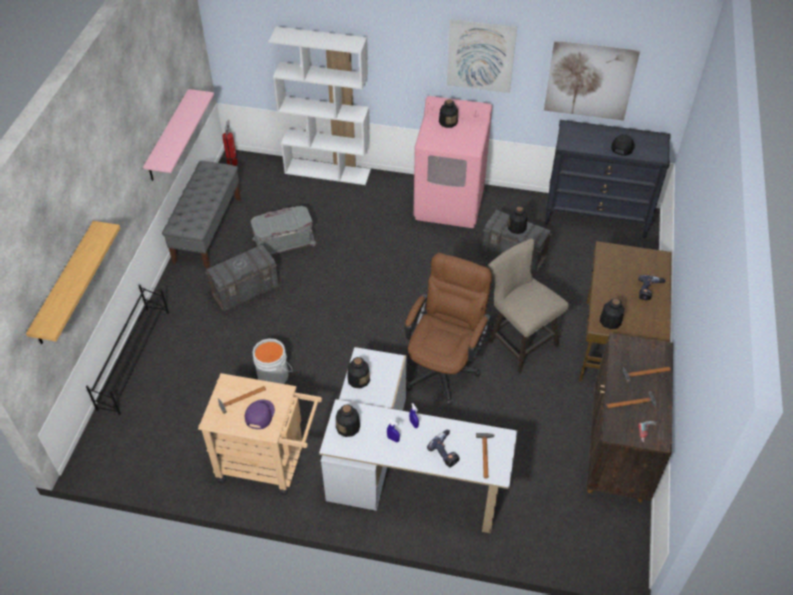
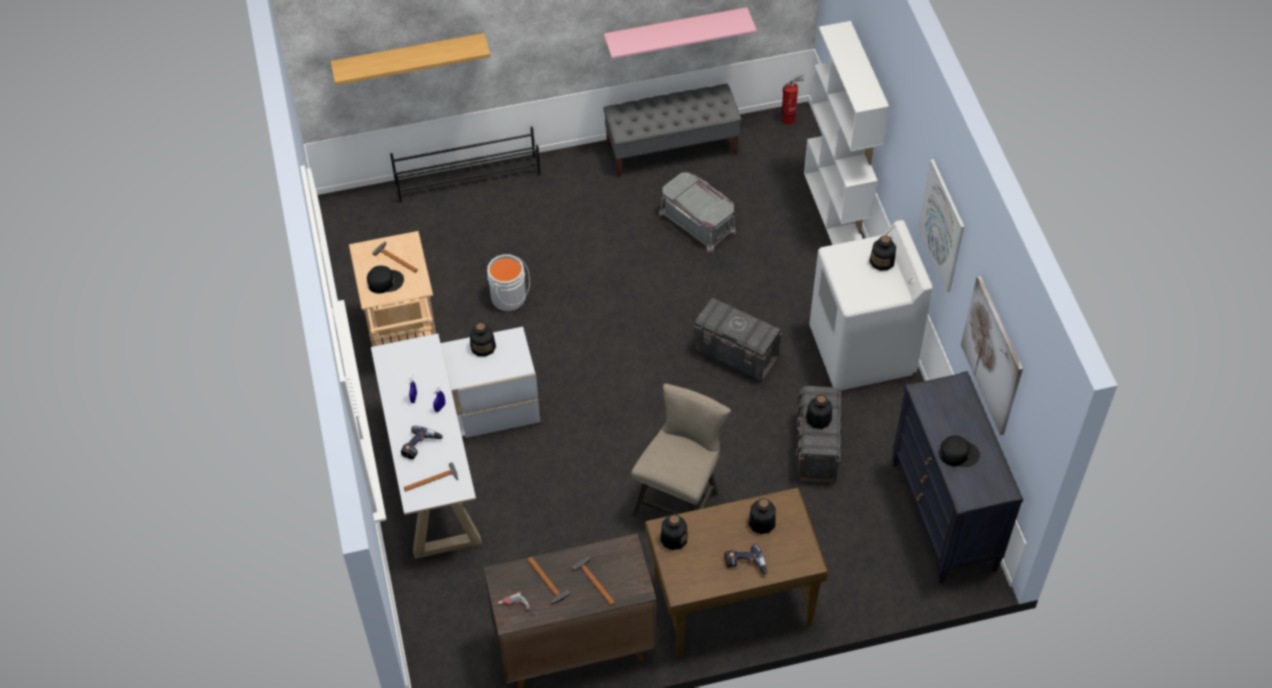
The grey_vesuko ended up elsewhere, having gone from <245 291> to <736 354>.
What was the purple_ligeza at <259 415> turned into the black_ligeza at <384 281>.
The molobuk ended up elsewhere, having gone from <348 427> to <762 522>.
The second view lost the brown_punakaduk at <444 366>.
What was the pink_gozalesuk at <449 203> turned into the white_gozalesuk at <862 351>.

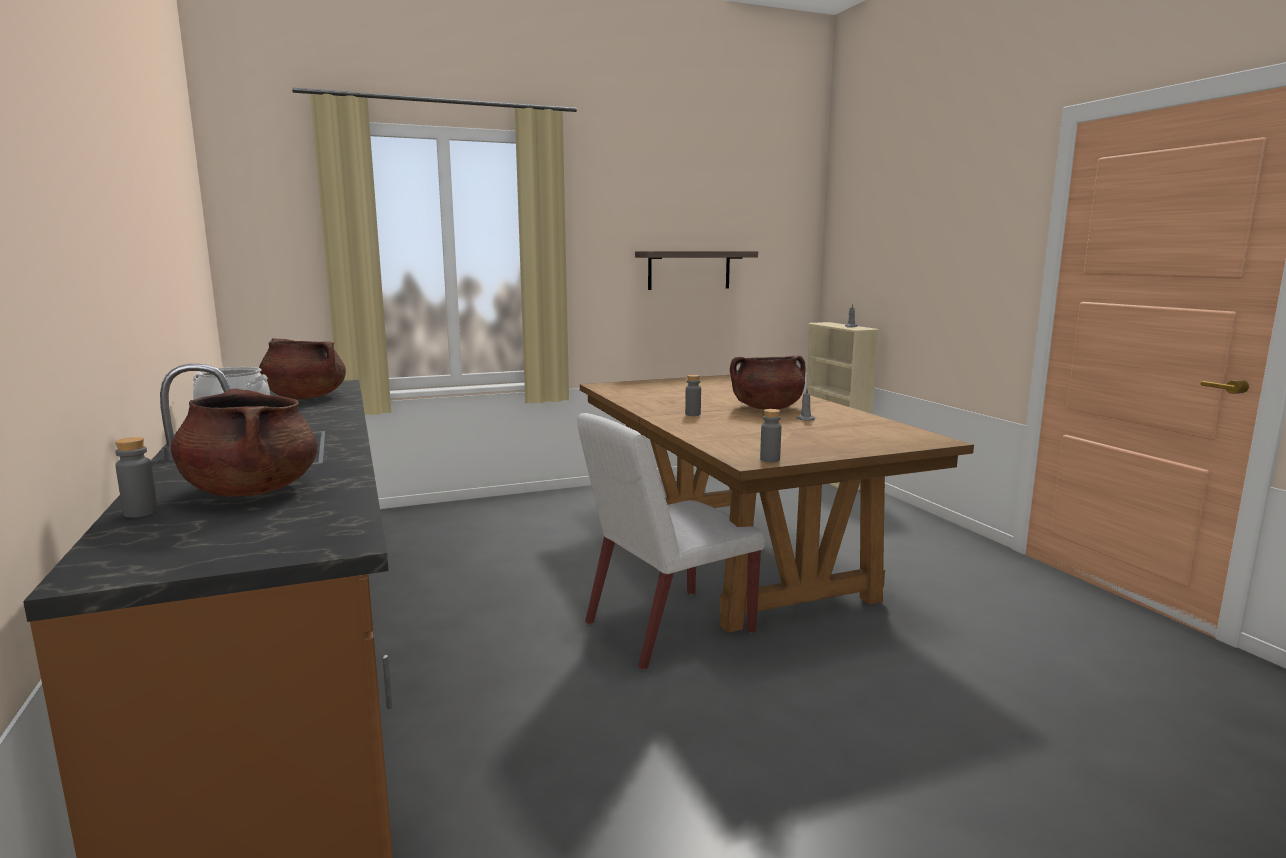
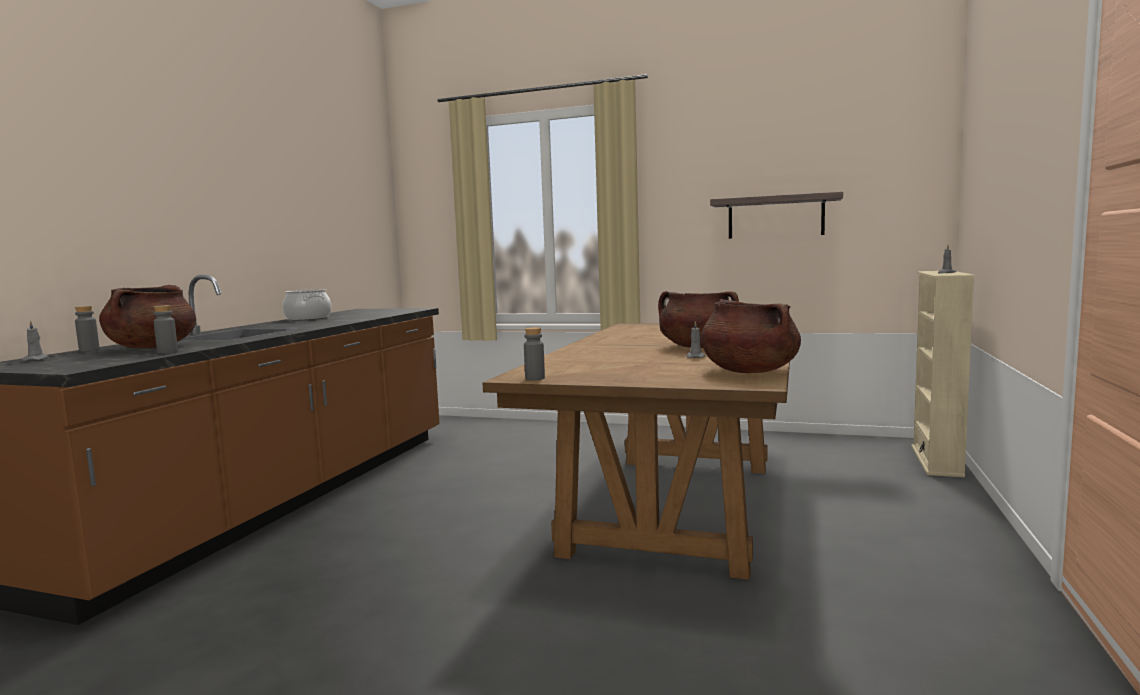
The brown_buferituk ended up elsewhere, having gone from <305 397> to <748 371>.
The second view lost the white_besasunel at <667 628>.
The grey_molobuk ended up elsewhere, having gone from <693 414> to <167 352>.
The second view gained the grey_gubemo at <36 359>.

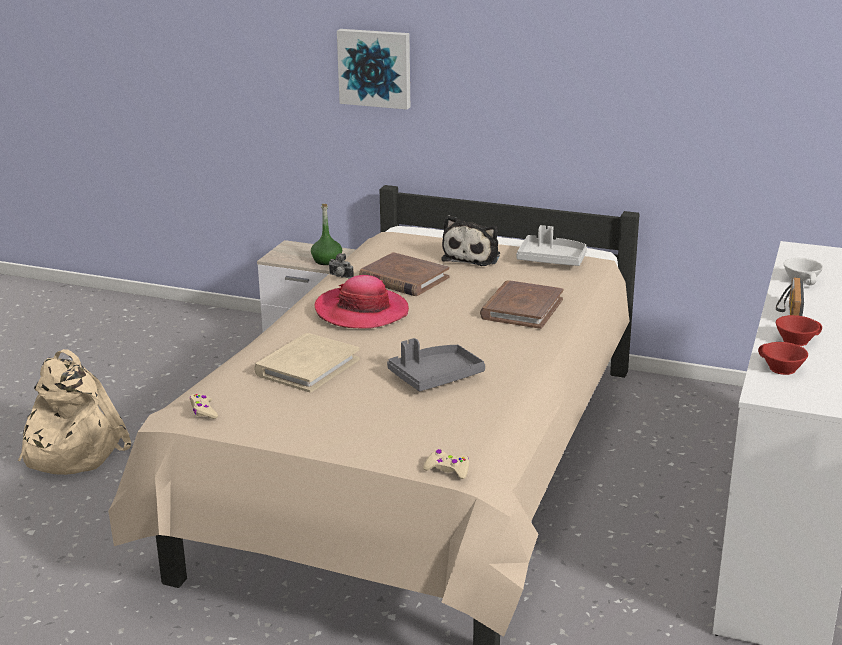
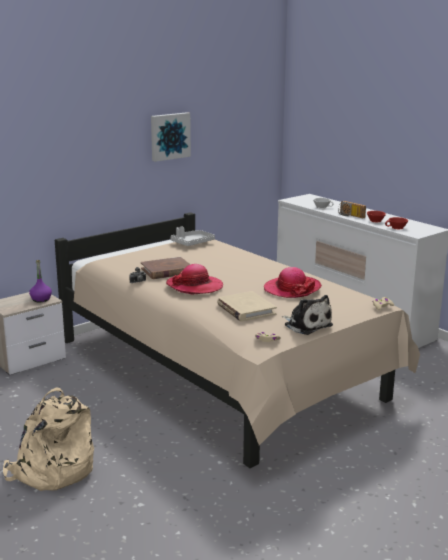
What was the green_molobuk at <327 261> turned into the purple_molobuk at <41 299>.
The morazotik ended up elsewhere, having gone from <375 68> to <169 136>.
Where the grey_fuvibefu stood at <435 377>, the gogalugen came to stand at <292 289>.
The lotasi ended up elsewhere, having gone from <473 256> to <306 325>.
The second view lost the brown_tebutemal at <522 309>.

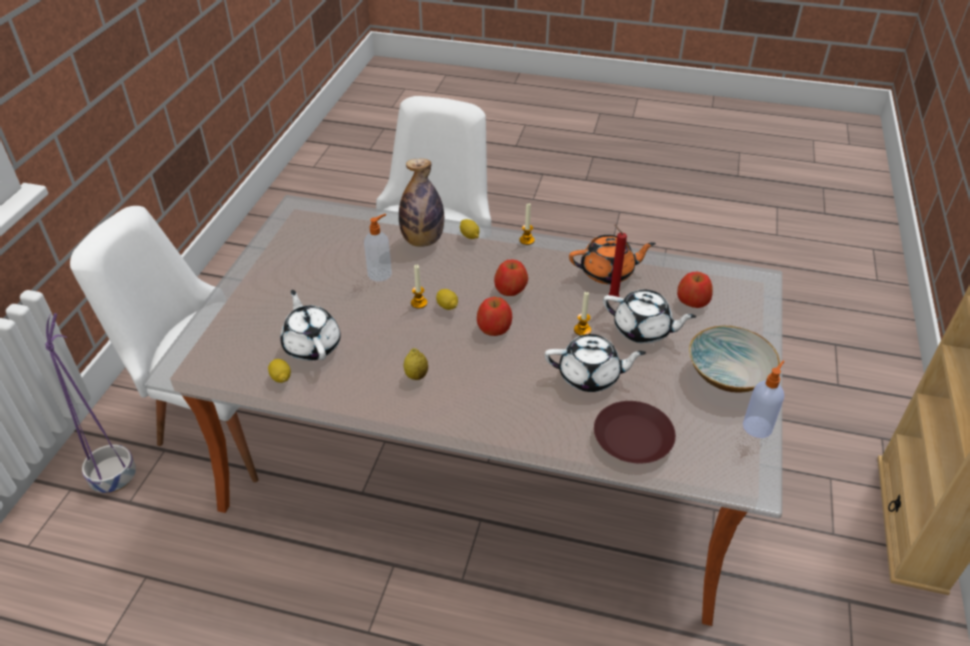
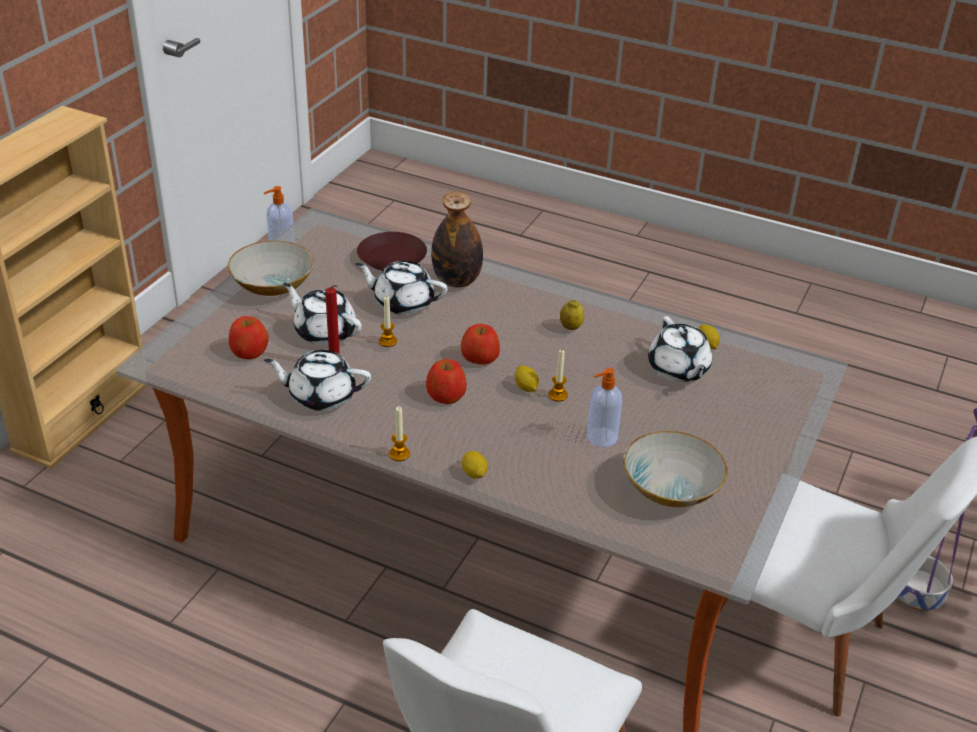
The molobuk ended up elsewhere, having gone from <422 240> to <456 281>.
What was the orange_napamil at <608 272> turned into the white_napamil at <321 396>.
The second view gained the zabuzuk at <669 488>.

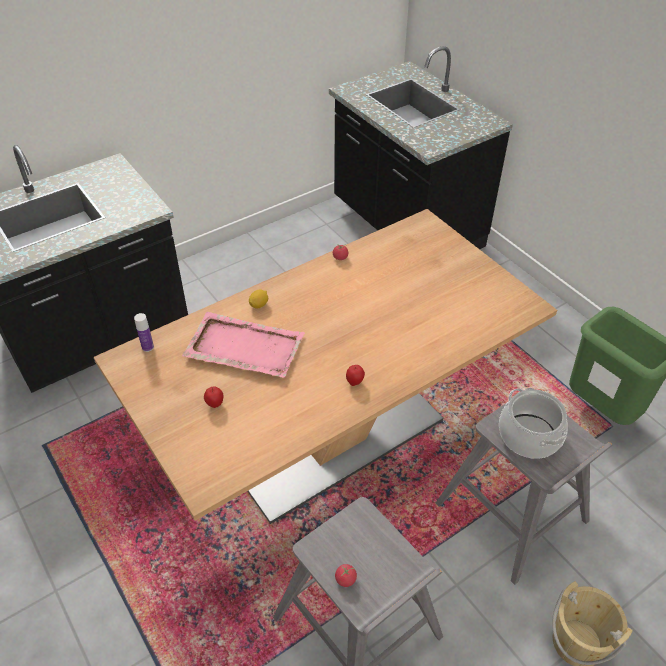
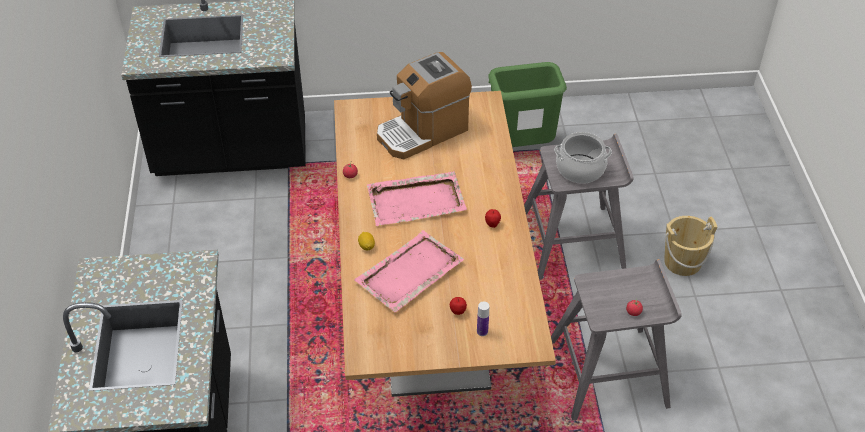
The molobuk ended up elsewhere, having gone from <147 347> to <482 331>.
The second view gained the pink_fuvibefu at <417 201>.
The second view gained the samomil at <422 131>.

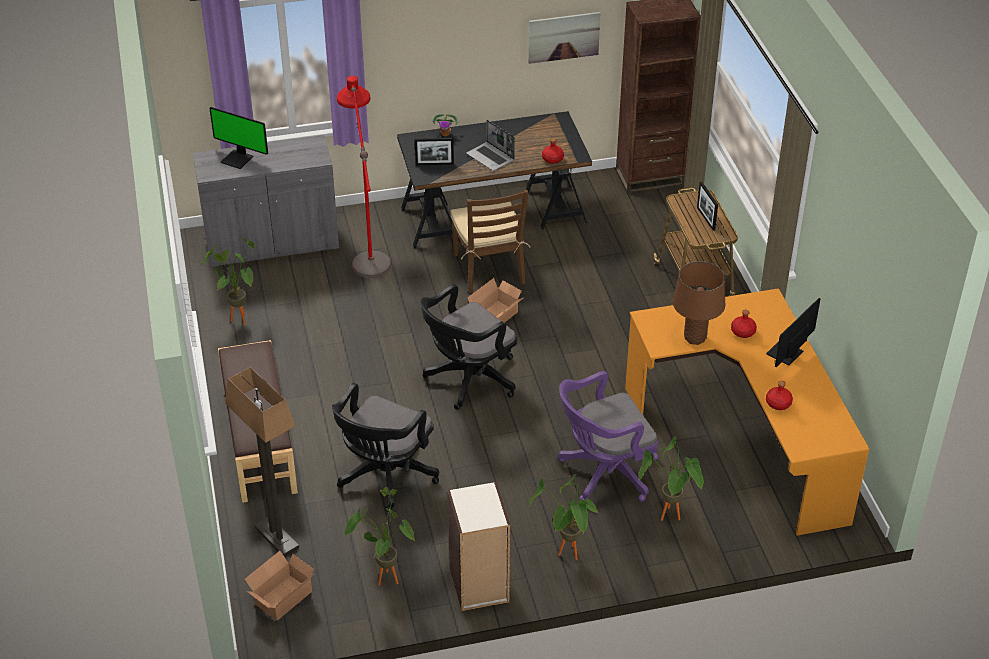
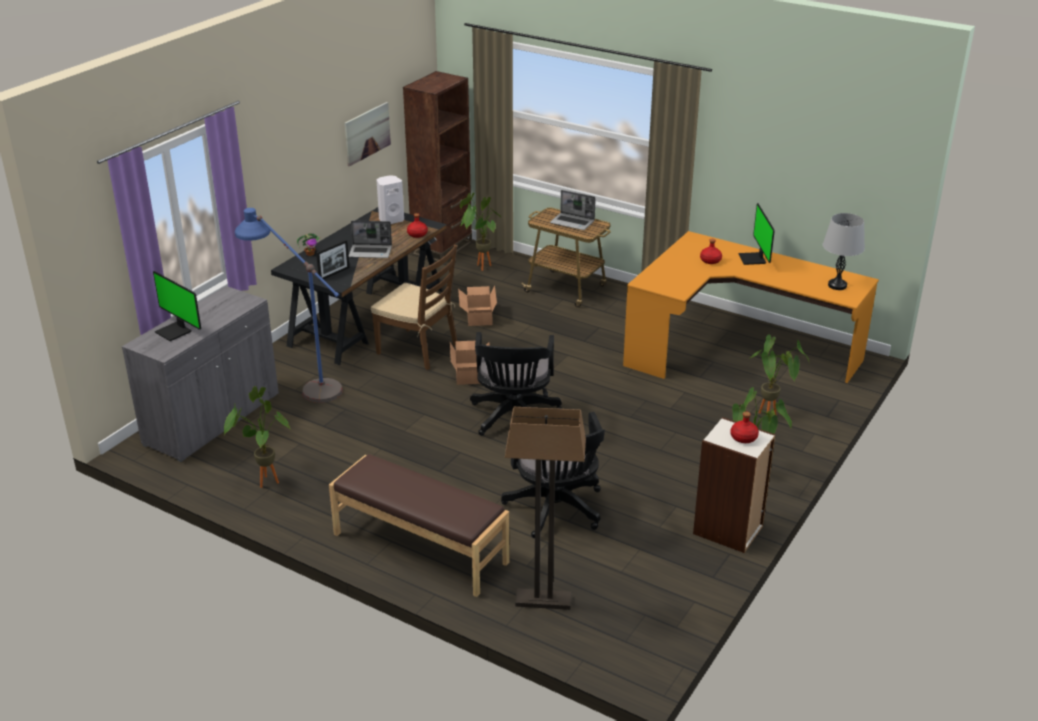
The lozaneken at <238 159> ended up facing another way, 60 degrees clockwise from before.
The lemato ended up elsewhere, having gone from <281 597> to <477 317>.
What was the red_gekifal at <367 248> turned into the blue_gekifal at <301 382>.
The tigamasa ended up elsewhere, having gone from <383 577> to <479 267>.
The second view lost the purple_punakaduk at <603 472>.
The second view lost the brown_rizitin at <695 338>.
Where the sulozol stood at <705 218>, the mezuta came to stand at <573 222>.
The red_molobuk ended up elsewhere, having gone from <778 403> to <744 438>.
The second view gained the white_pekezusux at <390 220>.
The second view gained the grey_rizitin at <837 285>.

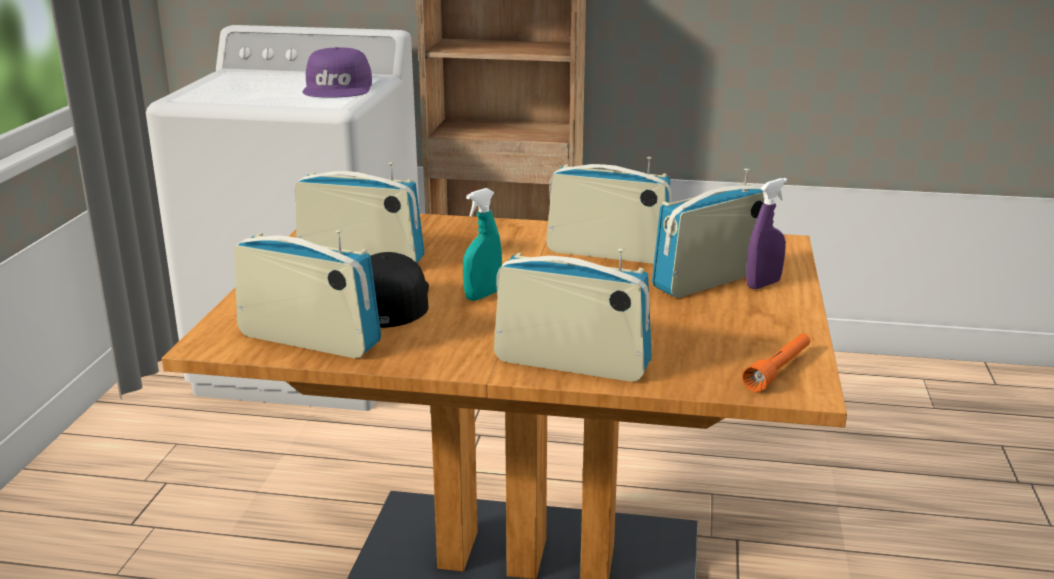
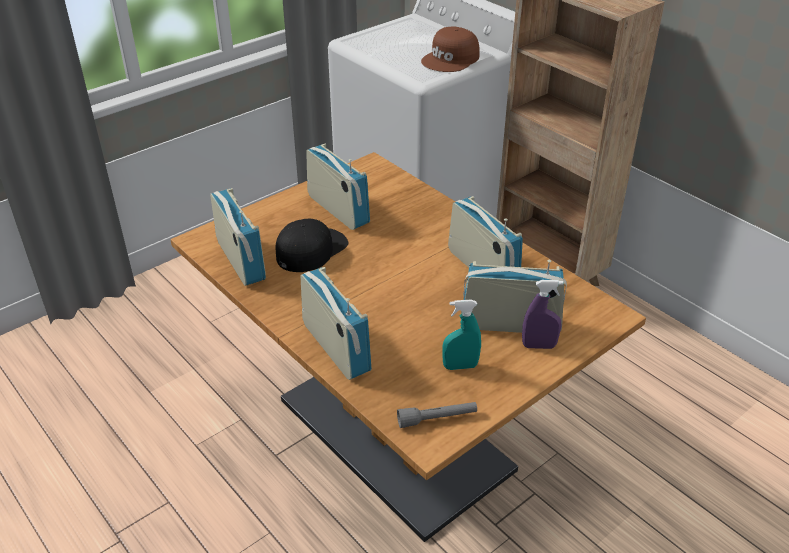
What was the purple_ligeza at <339 88> turned into the brown_ligeza at <451 59>.
The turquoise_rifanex ended up elsewhere, having gone from <483 295> to <460 366>.
What was the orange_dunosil at <778 370> turned into the grey_dunosil at <437 419>.

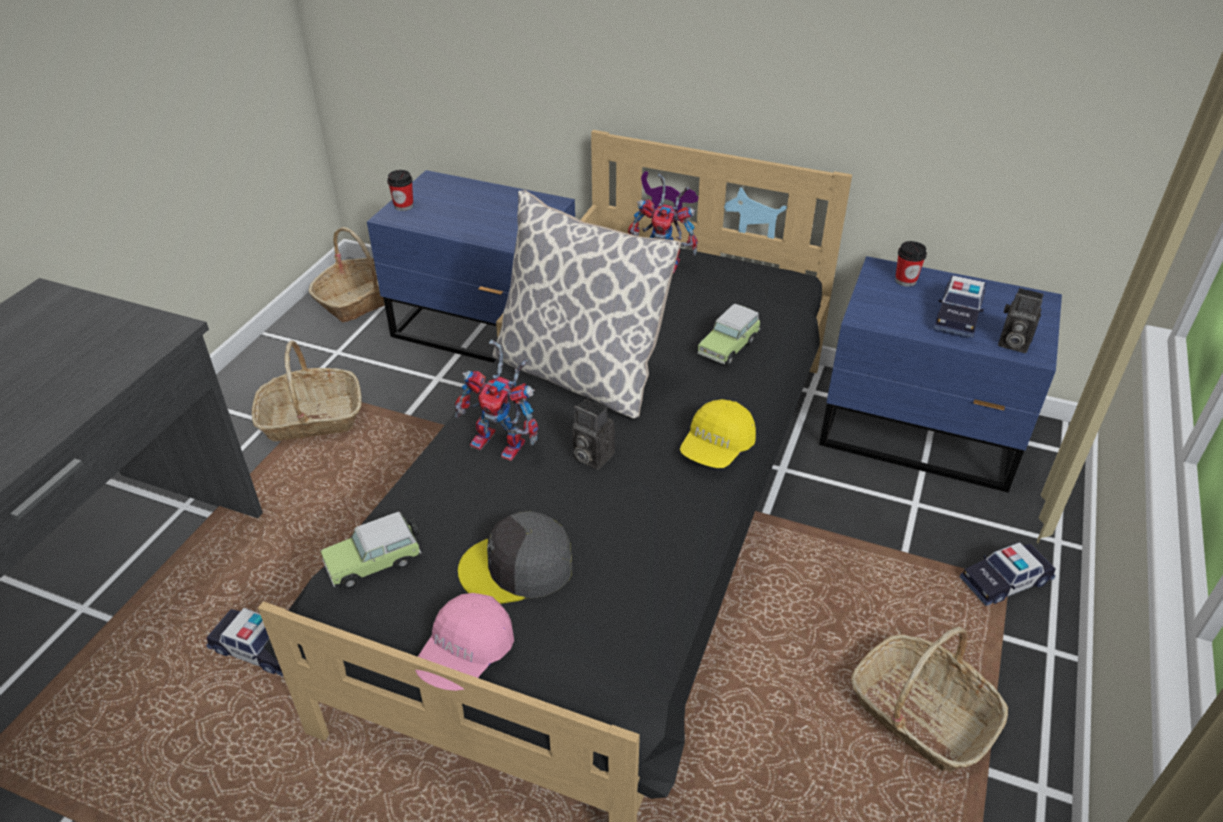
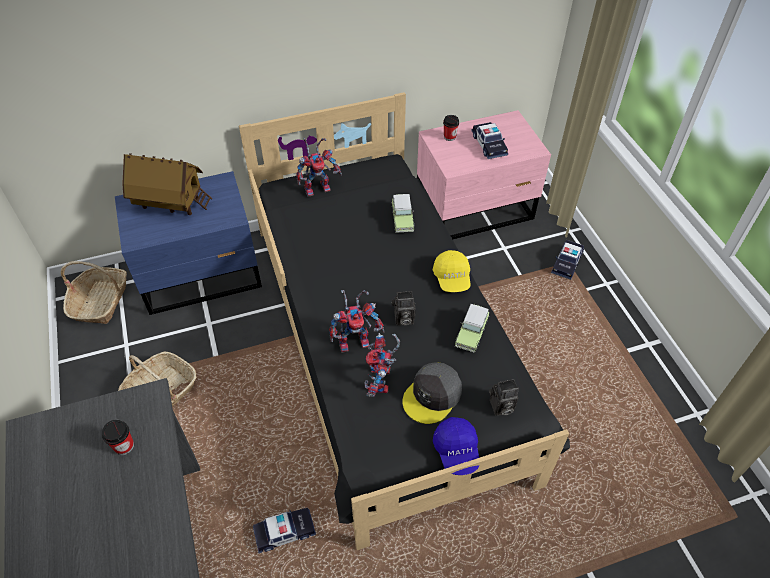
The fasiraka ended up elsewhere, having gone from <377 563> to <471 333>.
The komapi ended up elsewhere, having gone from <403 206> to <124 446>.
What was the pink_ligeza at <466 654> turned into the blue_ligeza at <456 451>.
The second view lost the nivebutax at <578 374>.
What was the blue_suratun at <922 434> turned into the pink_suratun at <476 209>.
The second view lost the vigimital at <920 715>.
The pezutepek ended up elsewhere, having gone from <1011 343> to <500 407>.
The second view gained the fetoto at <171 204>.
The second view gained the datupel at <382 383>.

